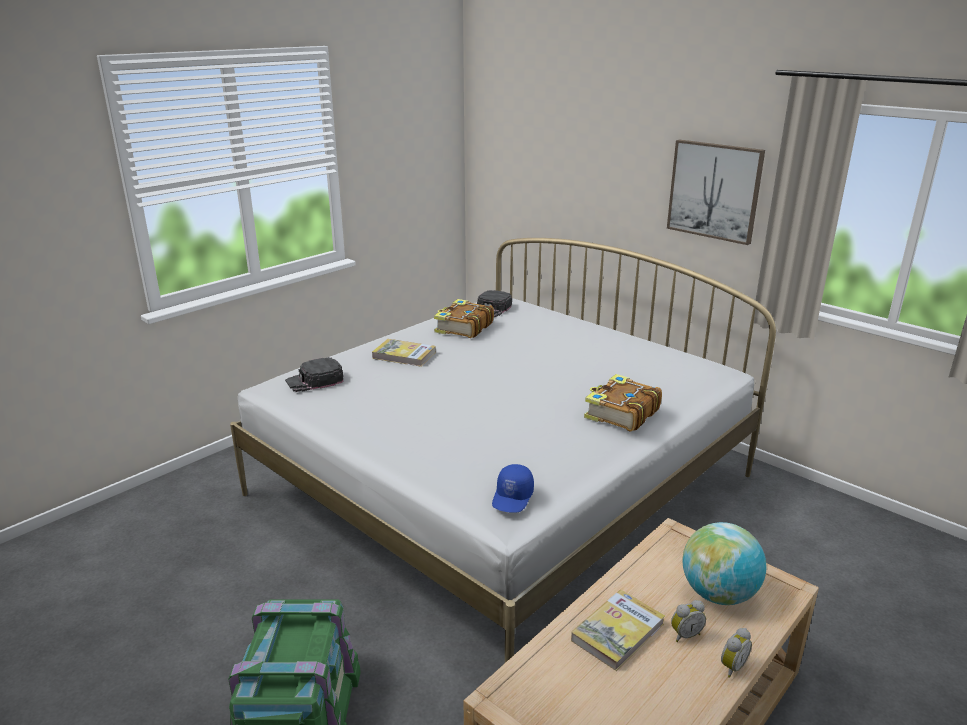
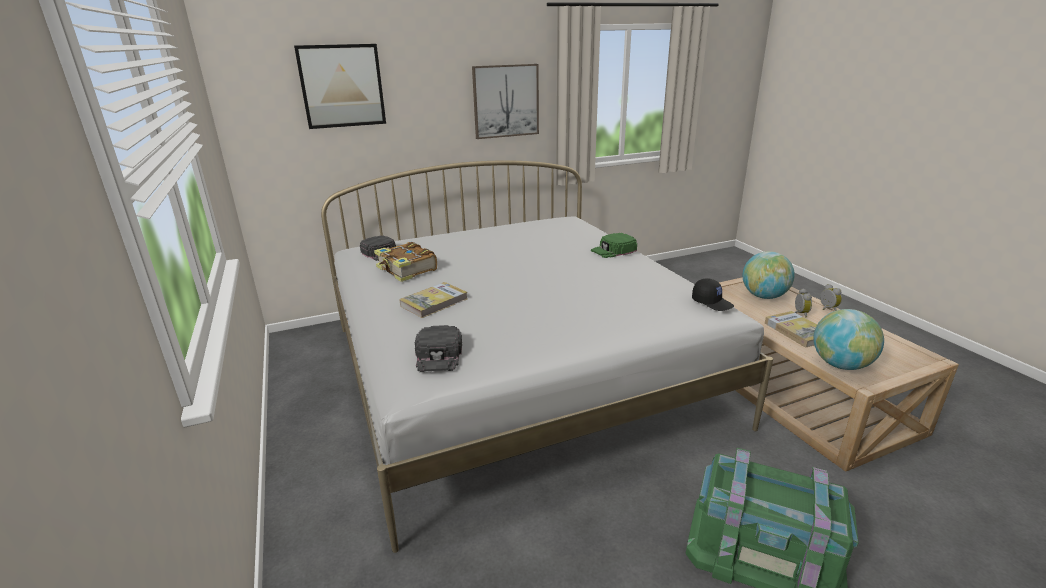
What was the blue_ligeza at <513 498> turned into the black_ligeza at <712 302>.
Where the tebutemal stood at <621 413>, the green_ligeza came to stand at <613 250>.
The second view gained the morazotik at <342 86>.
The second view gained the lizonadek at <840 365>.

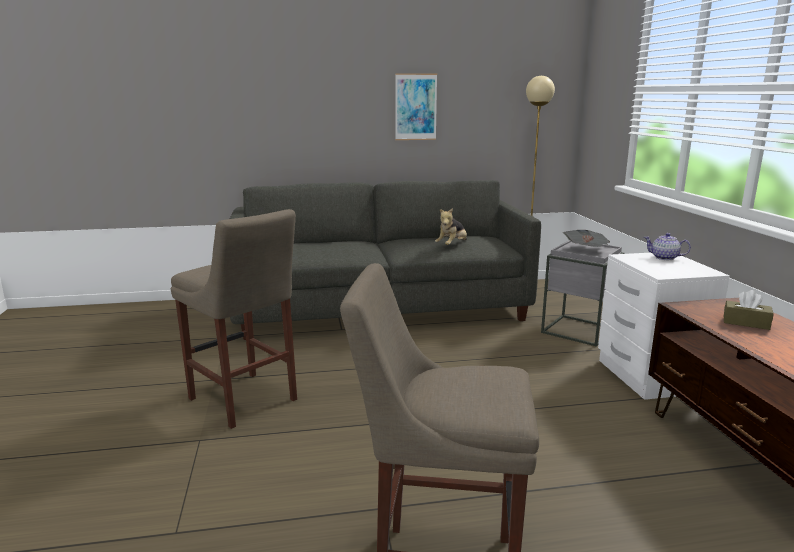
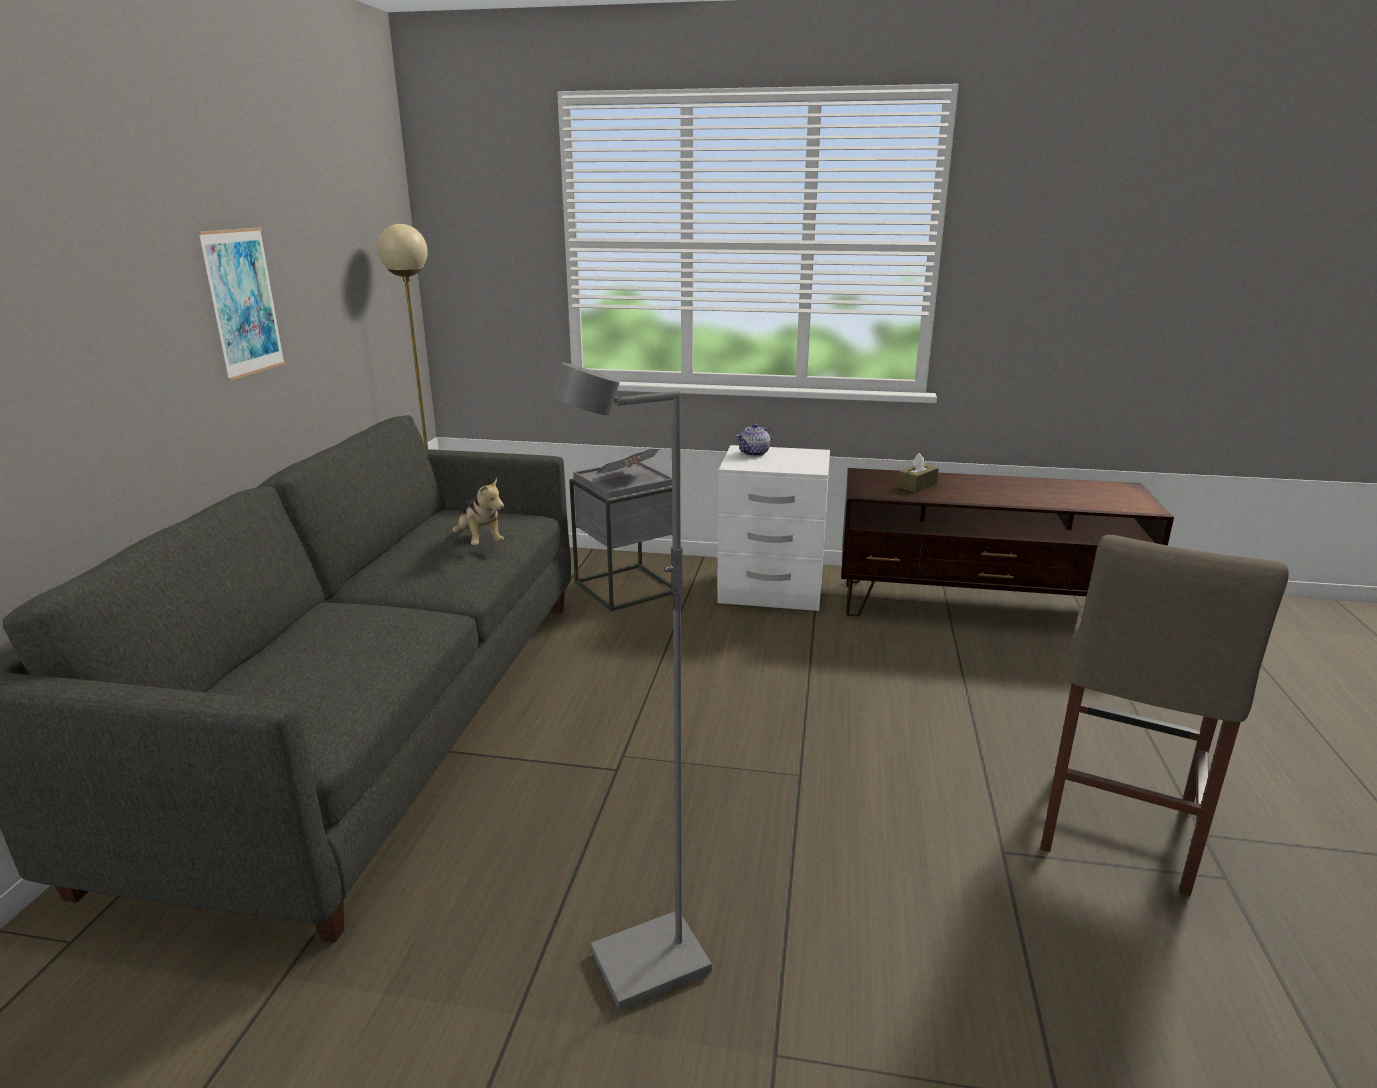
Where the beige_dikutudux stood at <245 401>, the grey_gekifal came to stand at <650 966>.

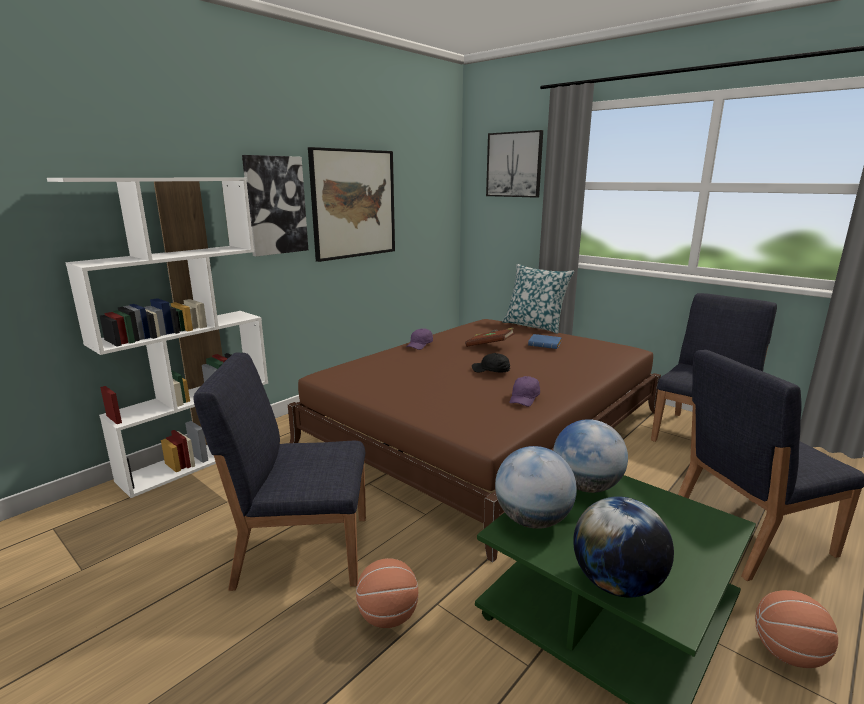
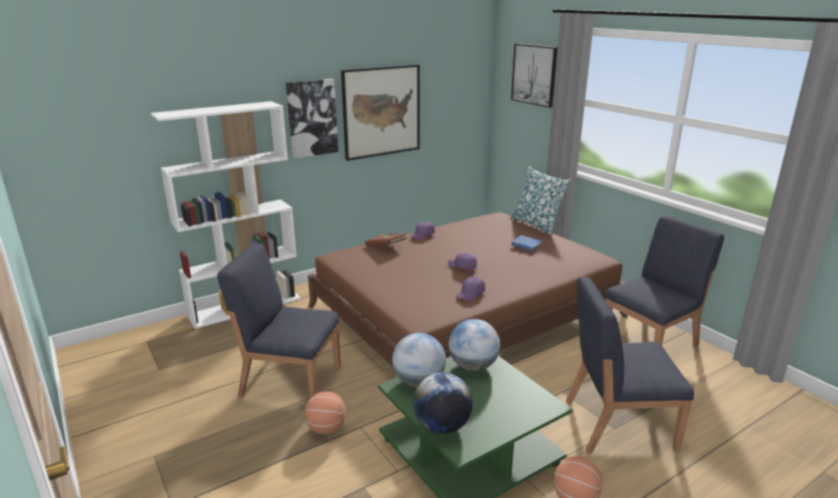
The brown_tebutemal ended up elsewhere, having gone from <489 346> to <386 247>.
What was the black_ligeza at <491 371> turned into the purple_ligeza at <462 266>.

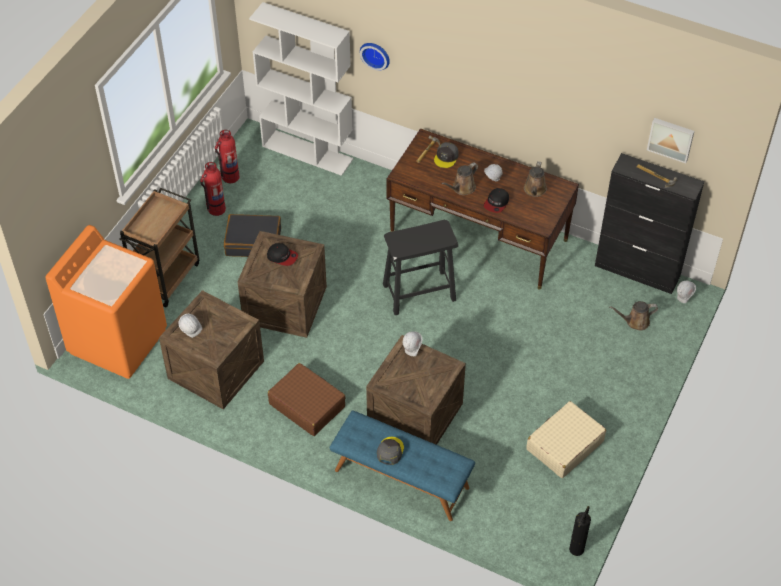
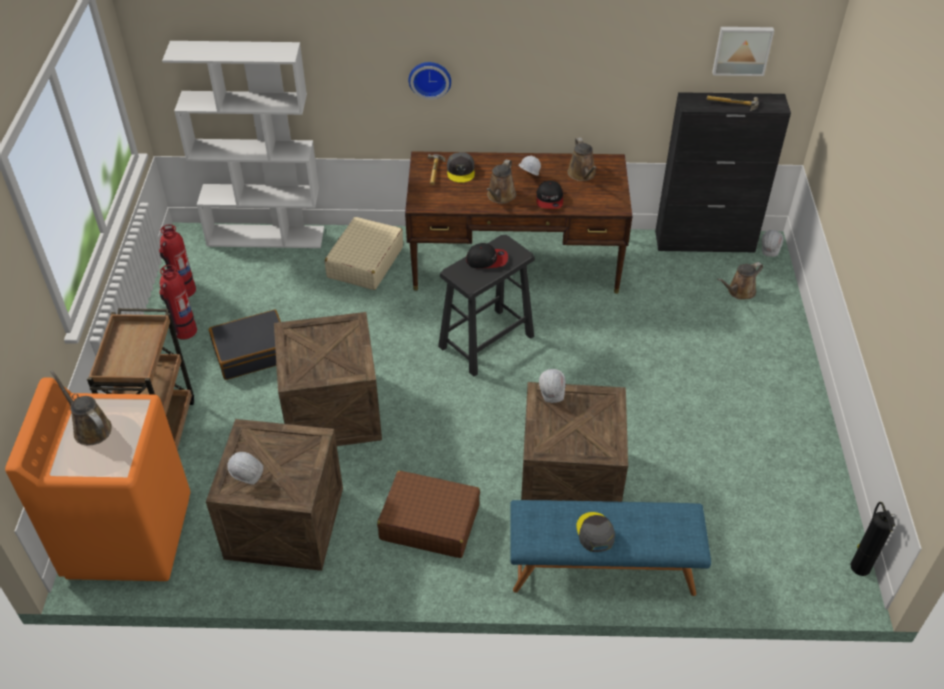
The ligeza ended up elsewhere, having gone from <282 256> to <487 259>.
The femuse ended up elsewhere, having gone from <376 54> to <430 78>.
The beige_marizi ended up elsewhere, having gone from <564 445> to <365 262>.
The second view gained the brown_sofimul at <90 428>.

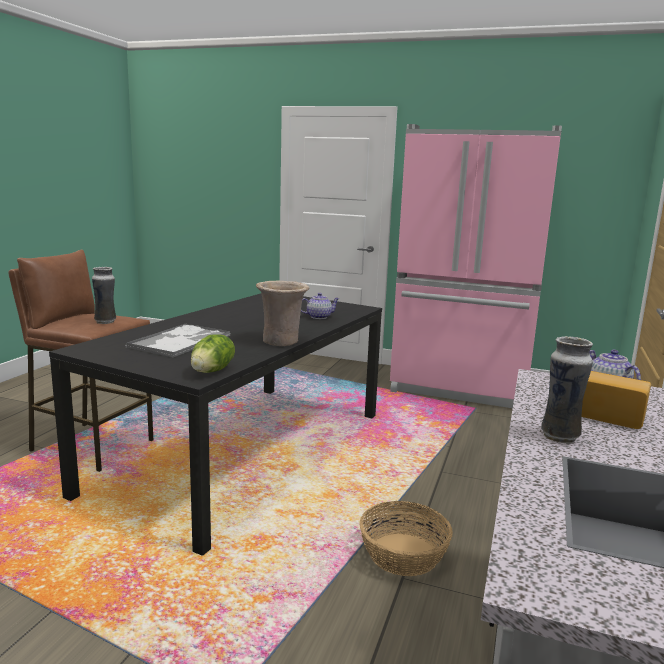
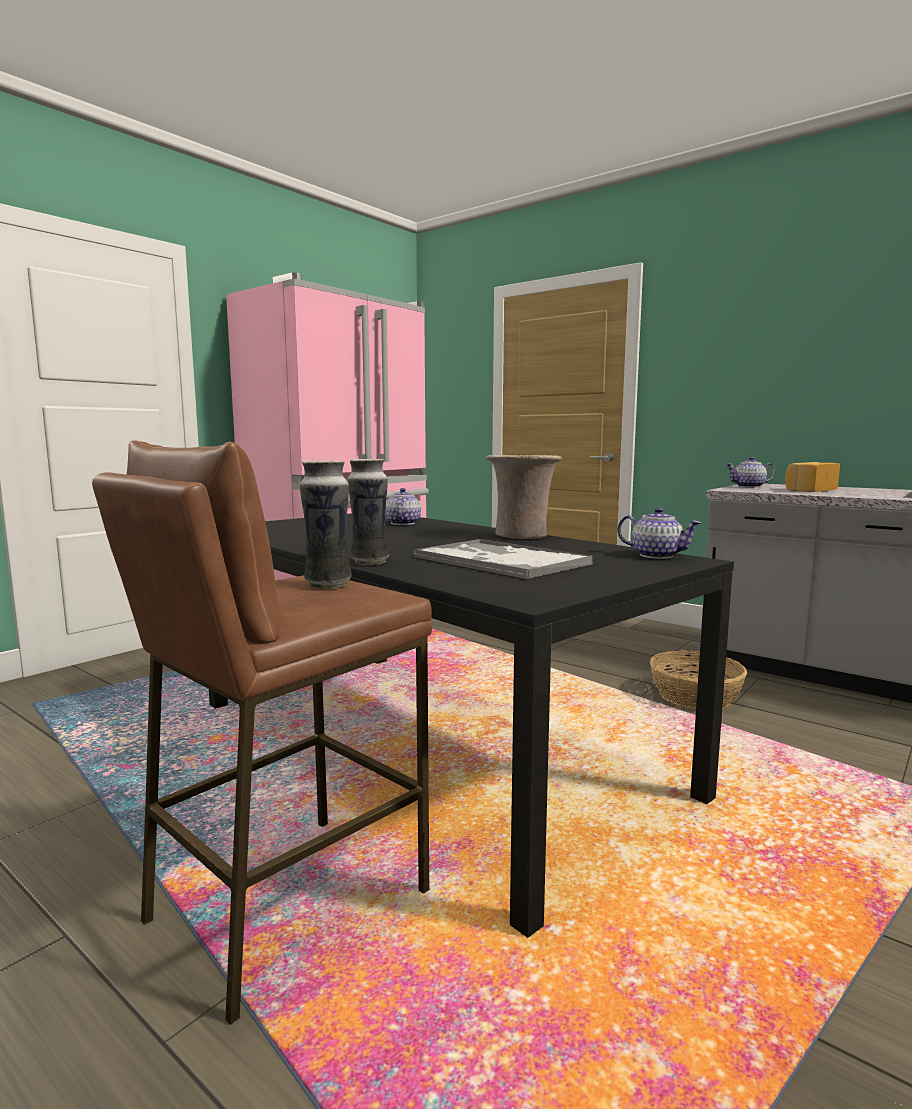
Where the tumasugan stood at <213 371>, the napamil came to stand at <656 555>.
The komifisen ended up elsewhere, having gone from <560 436> to <369 562>.

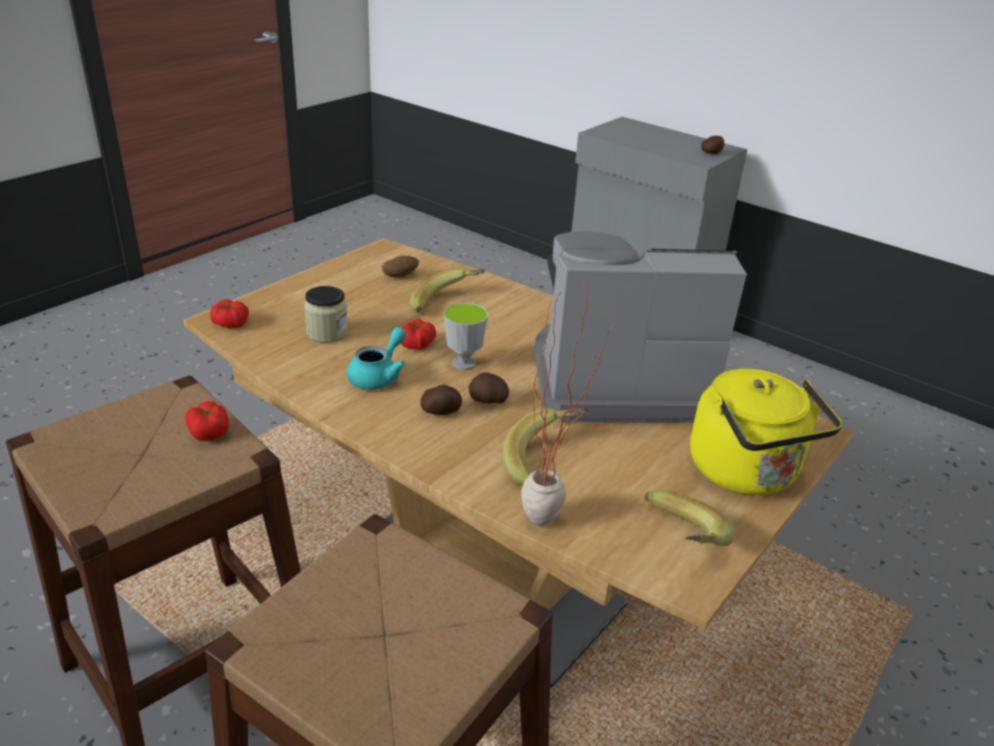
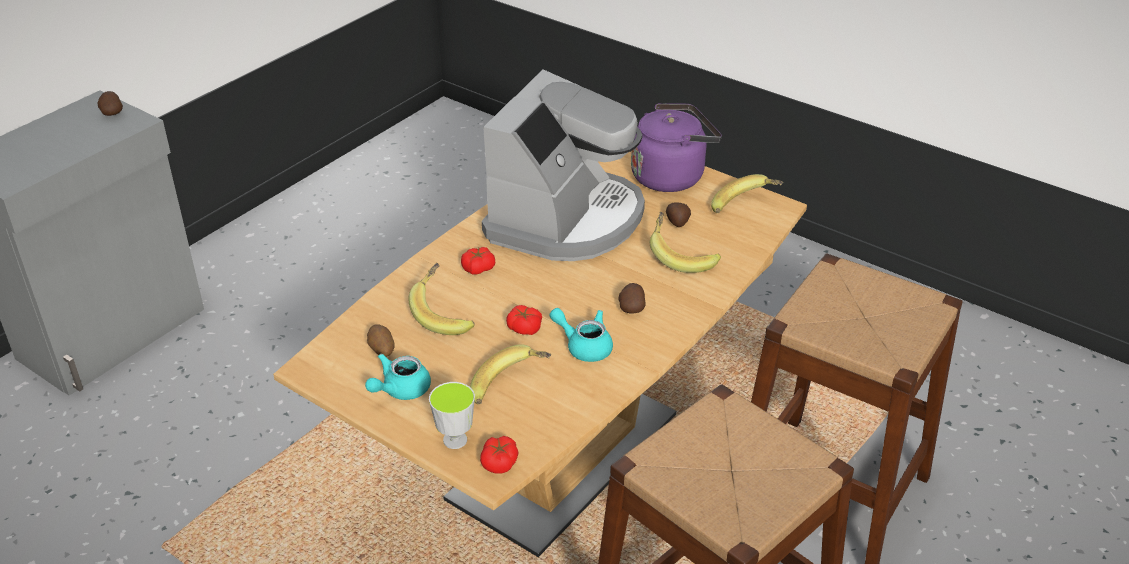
The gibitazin ended up elsewhere, having gone from <209 431> to <478 268>.
Where the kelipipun stood at <327 333>, the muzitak came to stand at <511 388>.
The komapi ended up elsewhere, having gone from <464 363> to <455 440>.
The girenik ended up elsewhere, having gone from <488 401> to <677 222>.
The second view lost the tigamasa at <553 524>.
The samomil at <620 380> ended up facing another way, 150 degrees counterclockwise from before.
What was the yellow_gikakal at <747 474> turned into the purple_gikakal at <671 176>.
The second view gained the turquoise_napamil at <400 390>.

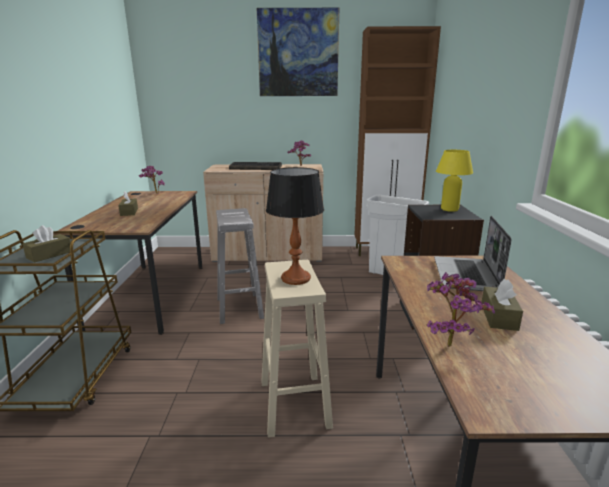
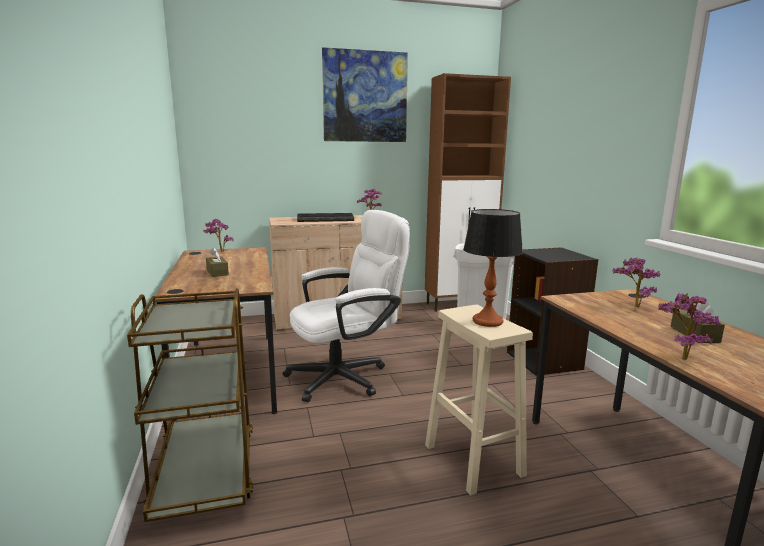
The second view lost the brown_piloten at <49 255>.
Where the white_dikutudux stood at <240 308>, the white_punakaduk came to stand at <346 376>.
Where the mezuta stood at <466 275>, the tigamasa came to stand at <633 306>.
The second view lost the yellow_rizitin at <449 209>.

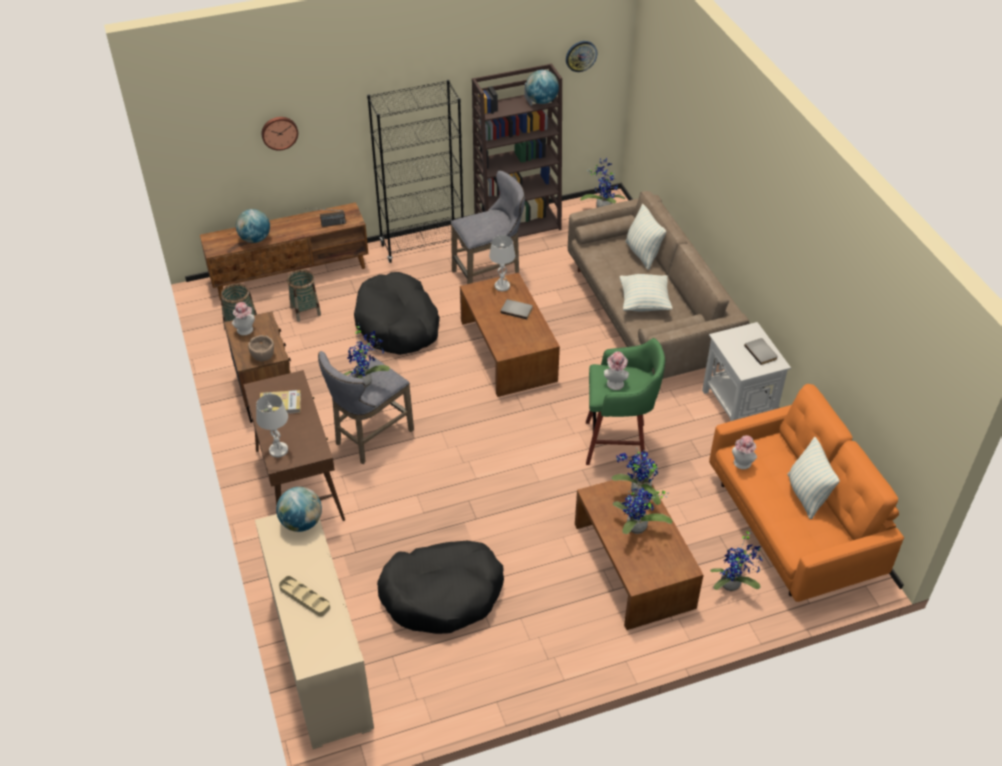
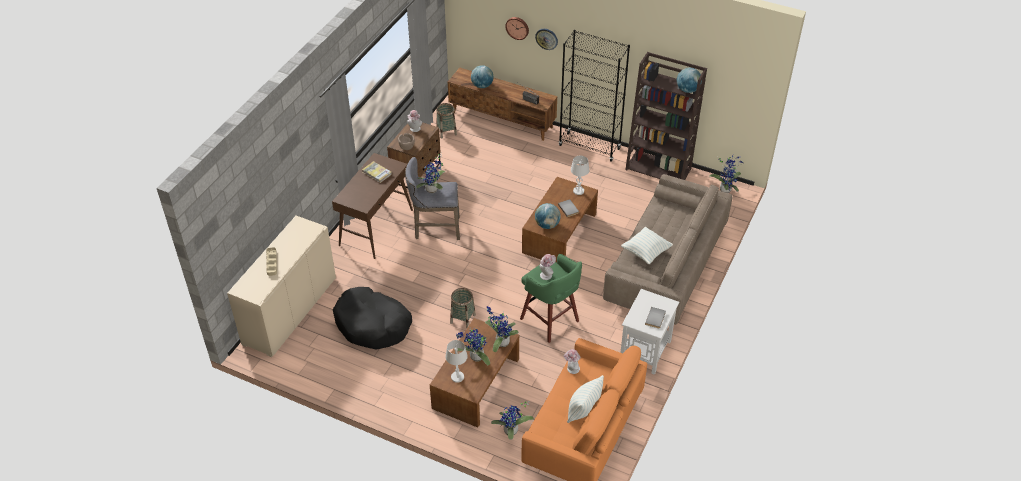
The white_rizitin ended up elsewhere, having gone from <278 450> to <457 377>.
The lizonadek ended up elsewhere, having gone from <301 523> to <547 225>.
The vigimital ended up elsewhere, having gone from <305 311> to <463 319>.
The second view lost the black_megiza at <397 324>.
The second view lost the grey_dikutudux at <490 275>.
The femuse ended up elsewhere, having gone from <581 56> to <546 38>.
The second view lost the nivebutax at <642 254>.

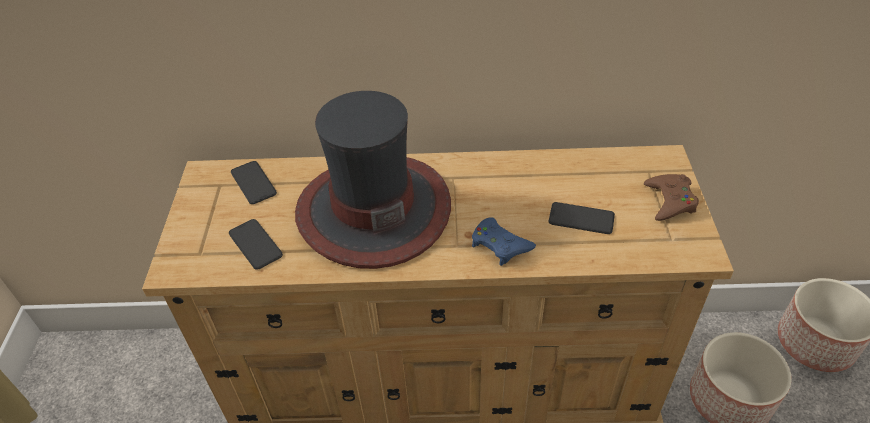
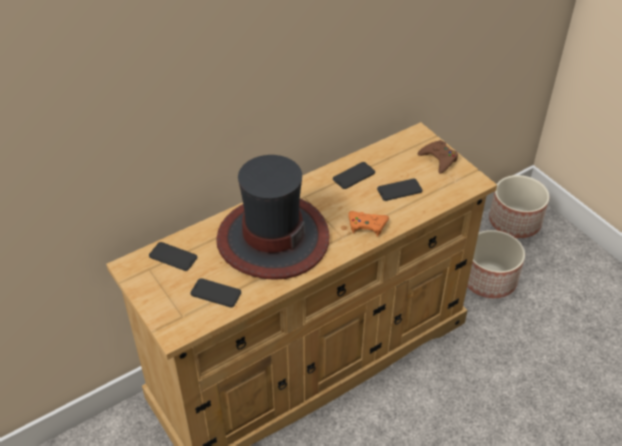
What was the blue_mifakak at <500 245> turned into the orange_mifakak at <367 225>.
The second view gained the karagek at <354 176>.

